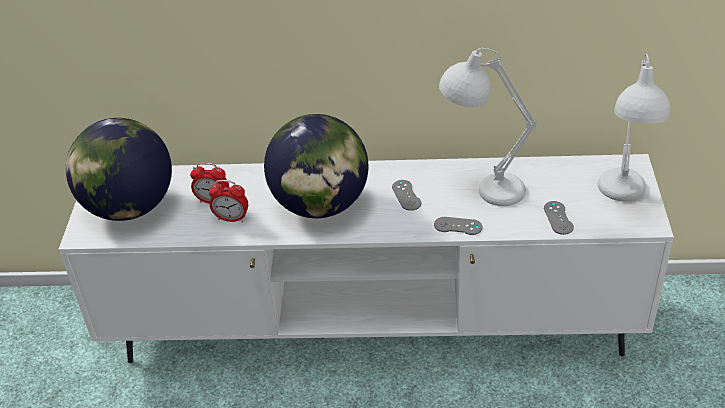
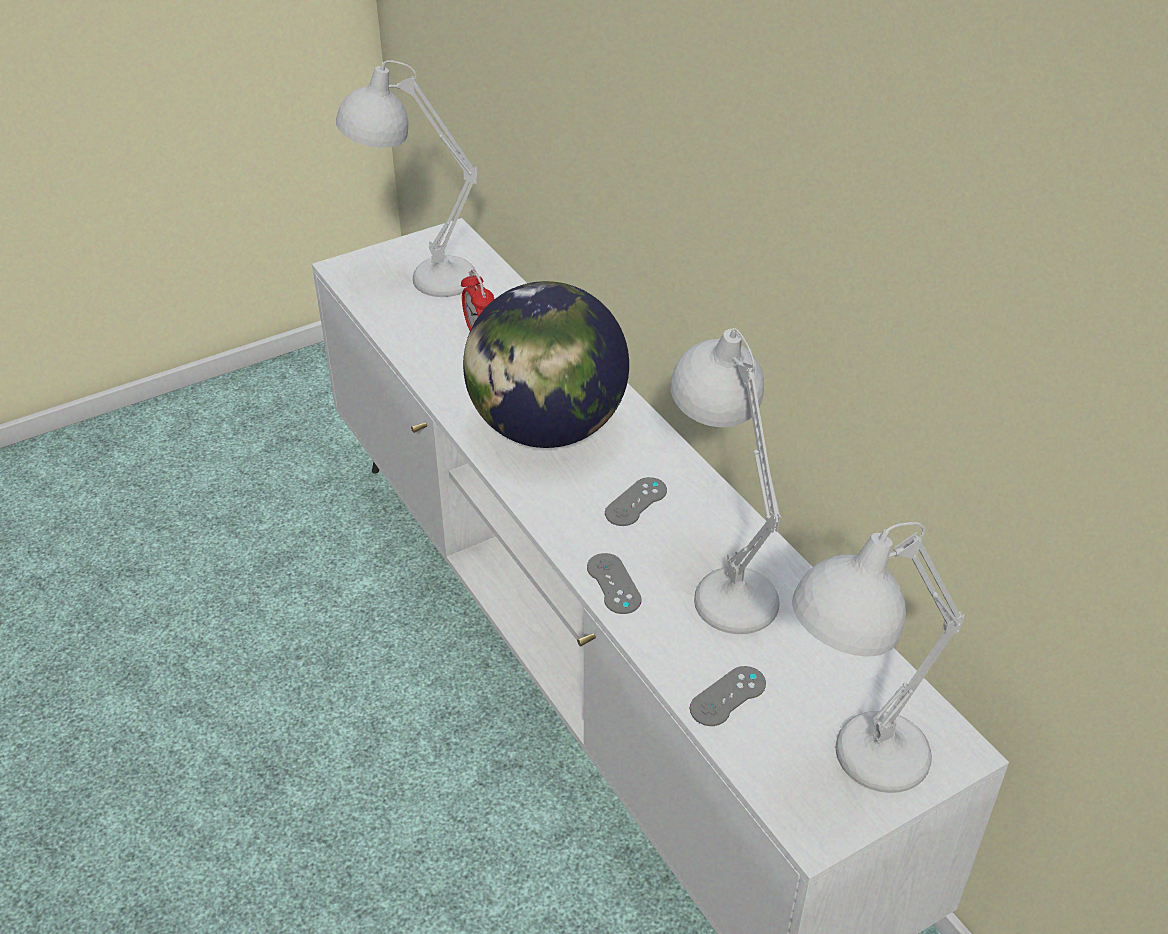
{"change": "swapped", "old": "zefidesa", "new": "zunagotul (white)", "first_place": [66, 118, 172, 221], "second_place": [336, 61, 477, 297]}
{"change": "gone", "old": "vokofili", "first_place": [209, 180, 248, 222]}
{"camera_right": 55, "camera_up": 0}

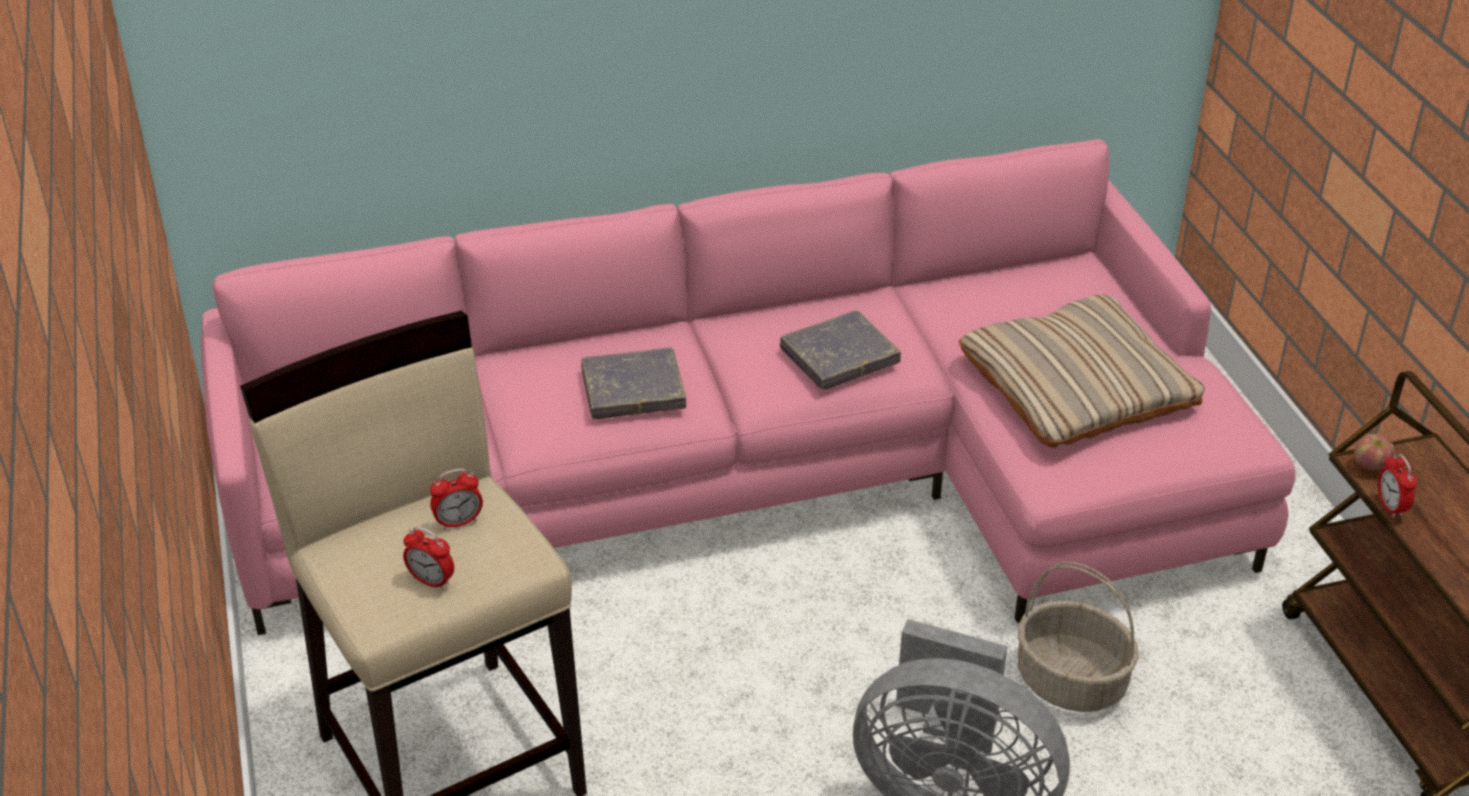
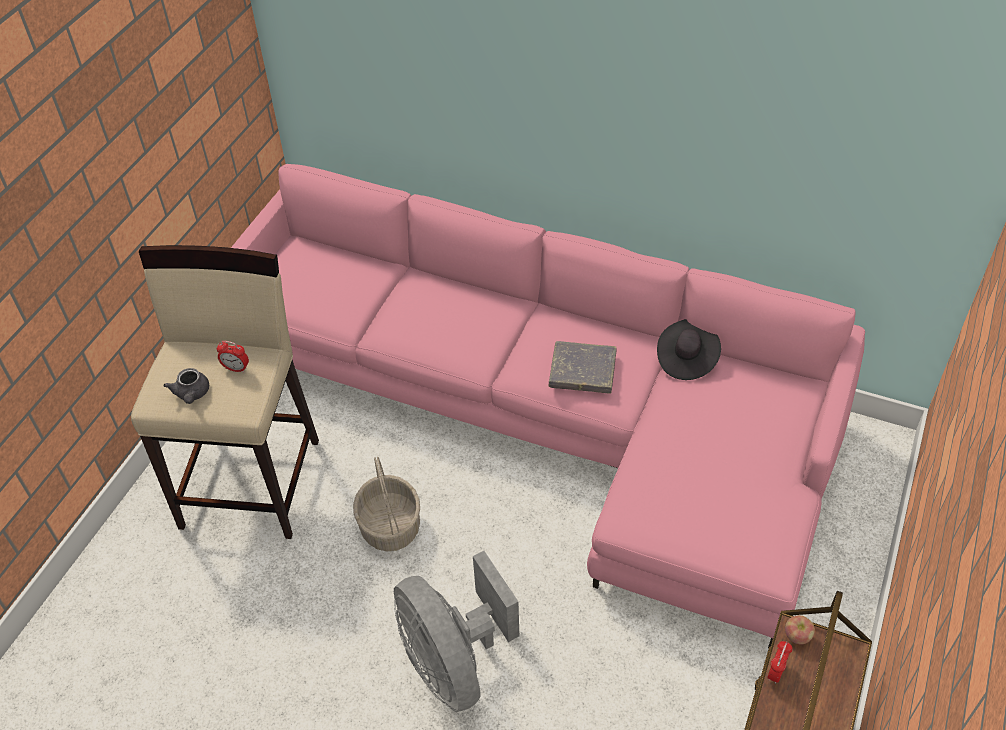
{"change": "swapped", "old": "vokofili", "new": "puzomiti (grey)", "first_place": [403, 527, 454, 590], "second_place": [163, 368, 209, 404]}
{"change": "shifted", "old": "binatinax", "first_place": [1017, 562, 1139, 712], "second_place": [353, 457, 420, 551]}
{"change": "new", "new": "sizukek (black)", "second_place": [657, 319, 721, 380]}
{"change": "gone", "old": "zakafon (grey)", "first_place": [581, 347, 686, 419]}
{"change": "gone", "old": "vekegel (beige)", "first_place": [959, 294, 1205, 448]}
{"camera_right": 40, "camera_up": 10}

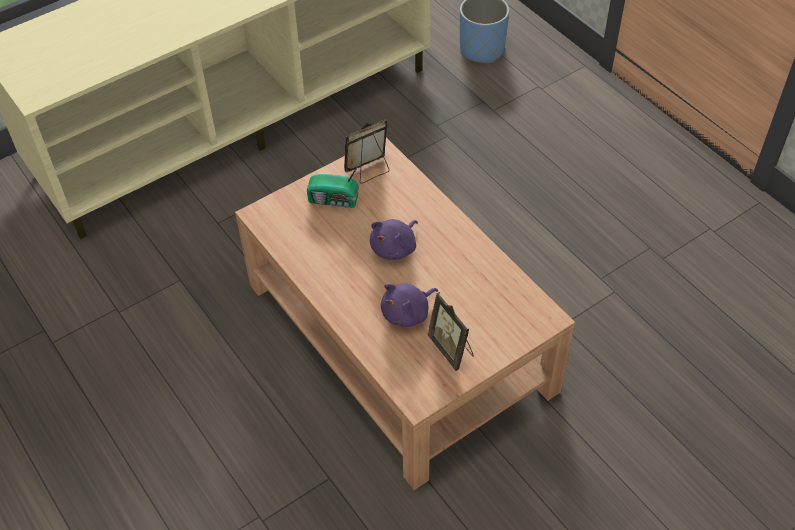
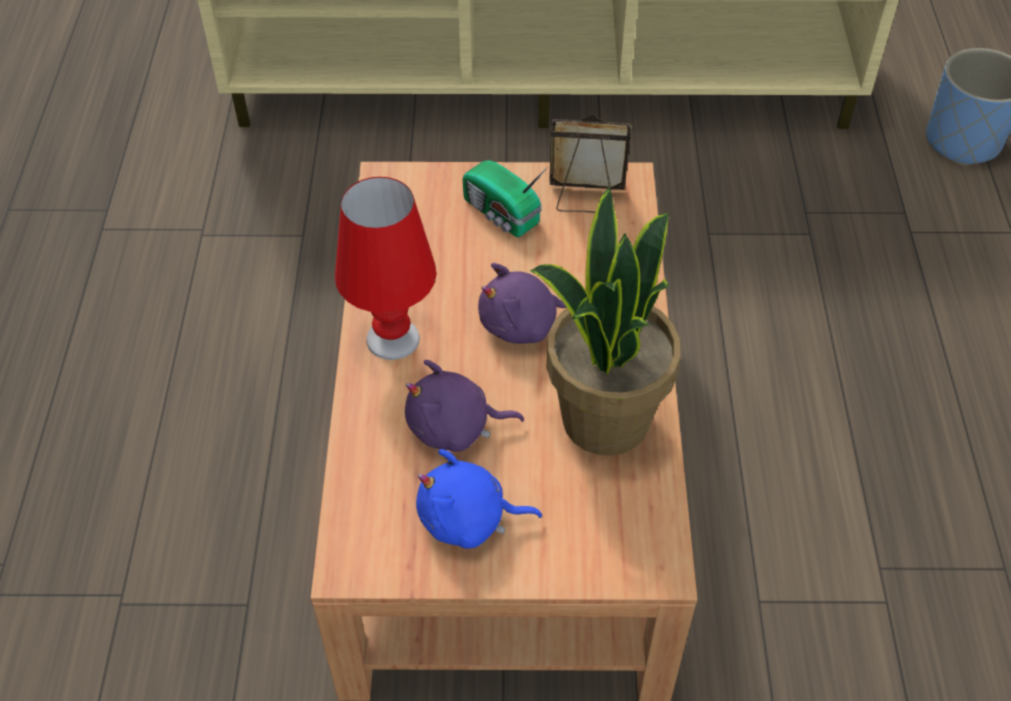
{"change": "new", "new": "zunagotul (red)", "second_place": [335, 177, 437, 360]}
{"change": "swapped", "old": "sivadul", "new": "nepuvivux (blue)", "first_place": [428, 292, 474, 371], "second_place": [416, 449, 542, 548]}
{"change": "new", "new": "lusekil", "second_place": [530, 187, 681, 456]}
{"camera_right": 35, "camera_up": 0}

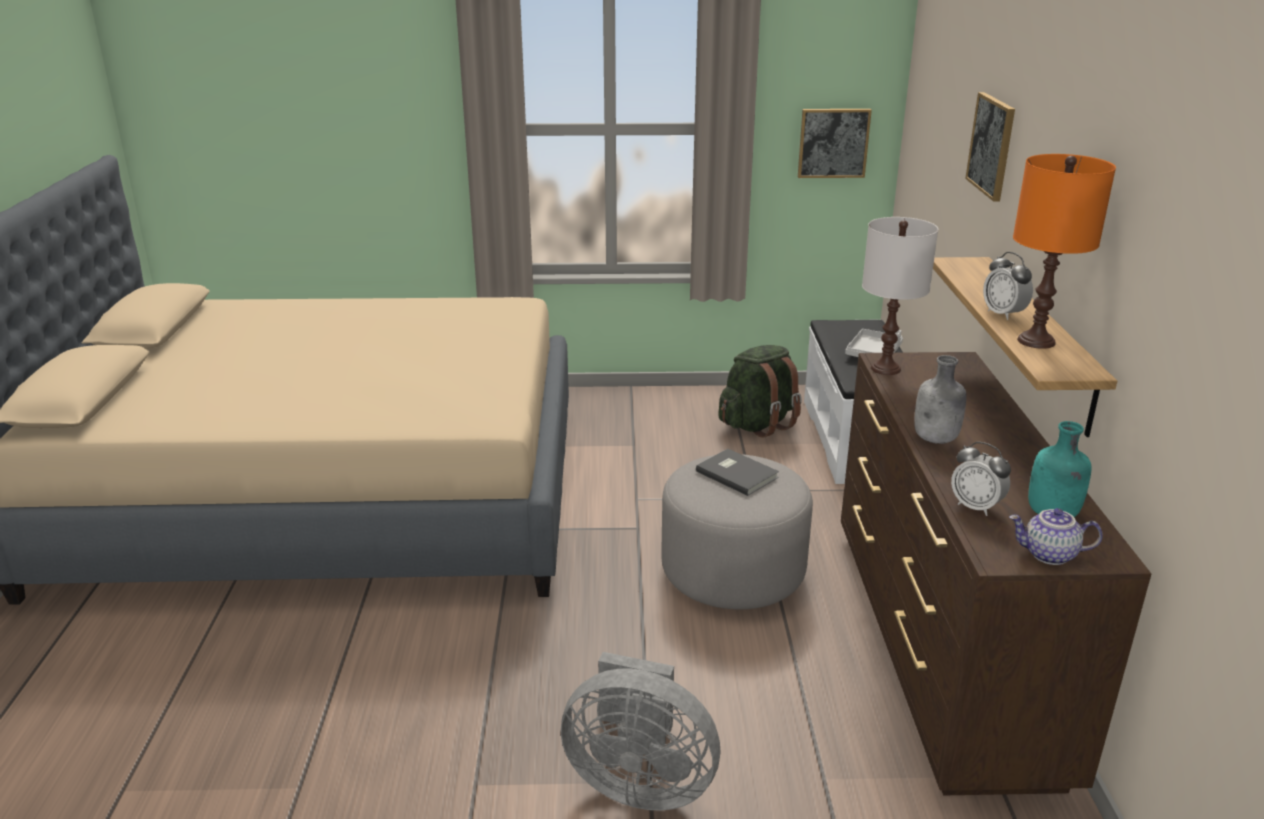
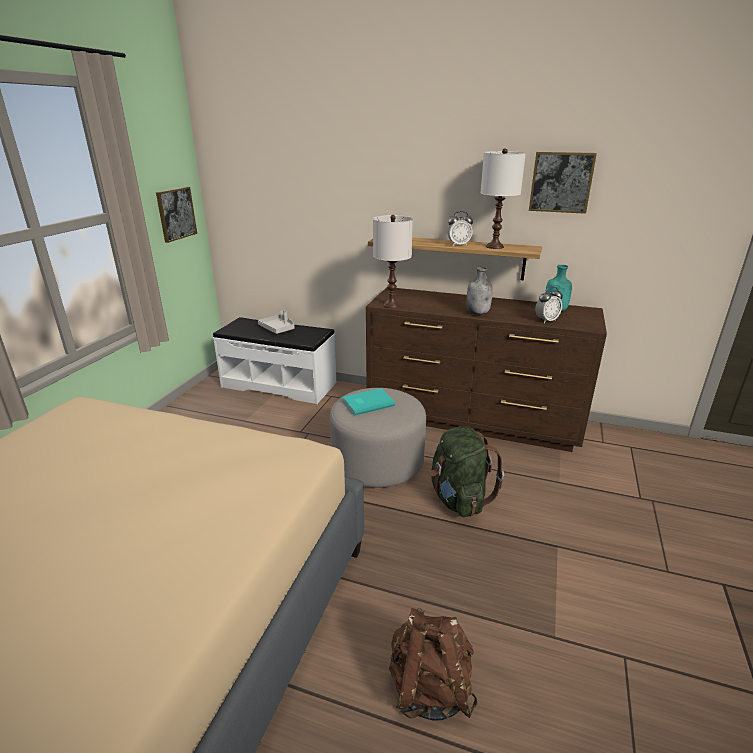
{"change": "repainted", "old": "zakafon (grey)", "new": "zakafon (turquoise)", "first_place": [696, 449, 779, 496], "second_place": [342, 388, 395, 416]}
{"change": "new", "new": "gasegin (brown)", "second_place": [389, 608, 478, 721]}
{"change": "shifted", "old": "gasegin (green)", "first_place": [718, 345, 802, 438], "second_place": [430, 426, 504, 517]}
{"change": "repainted", "old": "zunagotul (orange)", "new": "zunagotul (white)", "first_place": [1013, 154, 1116, 349], "second_place": [480, 148, 526, 249]}
{"change": "shifted", "old": "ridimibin", "first_place": [965, 92, 1015, 202], "second_place": [529, 152, 597, 214]}
{"change": "gone", "old": "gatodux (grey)", "first_place": [561, 652, 720, 811]}
{"change": "gone", "old": "puzomiti", "first_place": [1009, 508, 1103, 565]}
{"camera_right": -70, "camera_up": 0}

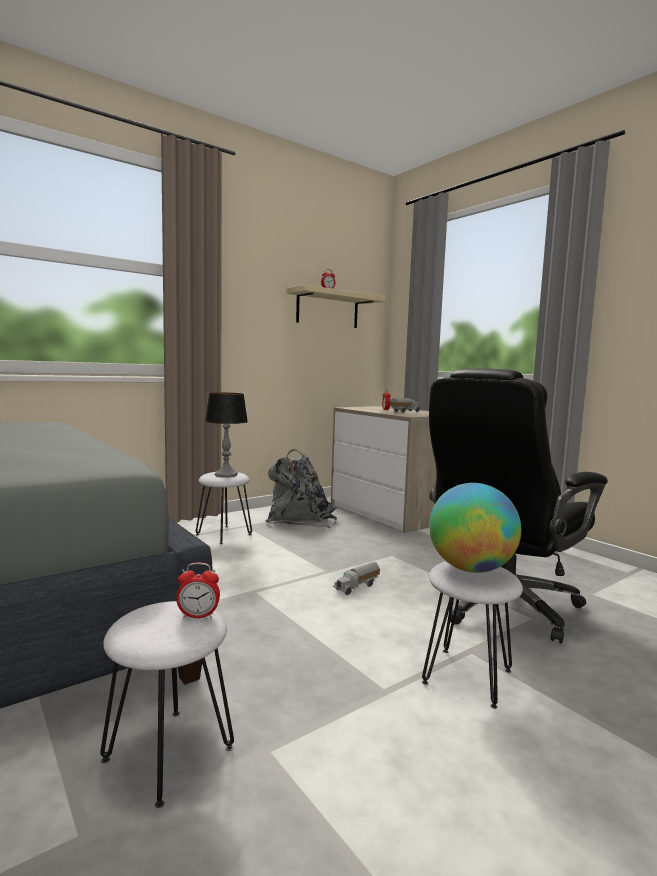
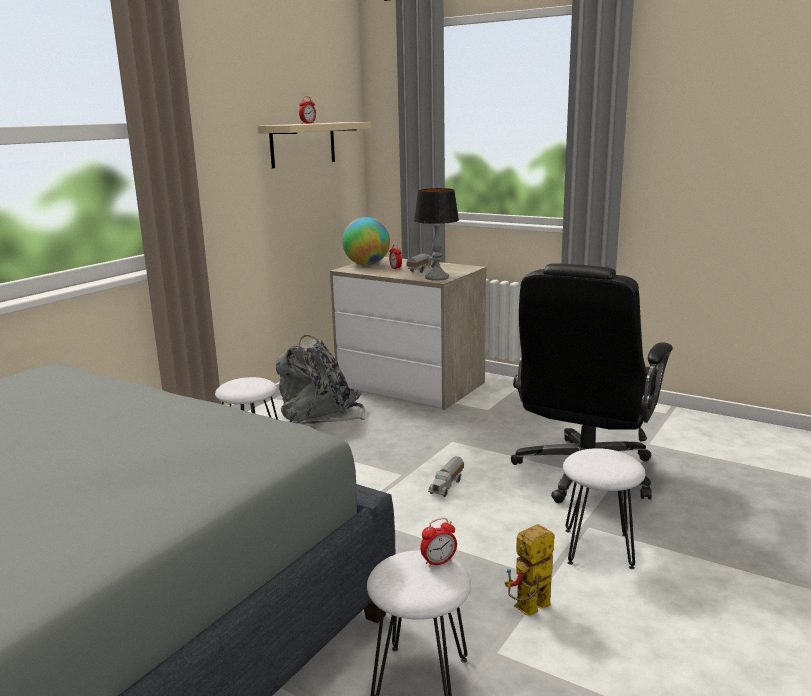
{"change": "shifted", "old": "zefidesa", "first_place": [429, 483, 521, 573], "second_place": [342, 217, 390, 265]}
{"change": "shifted", "old": "zunagotul", "first_place": [205, 392, 248, 478], "second_place": [414, 188, 459, 281]}
{"change": "new", "new": "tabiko", "second_place": [505, 524, 555, 616]}
{"camera_right": -20, "camera_up": 10}

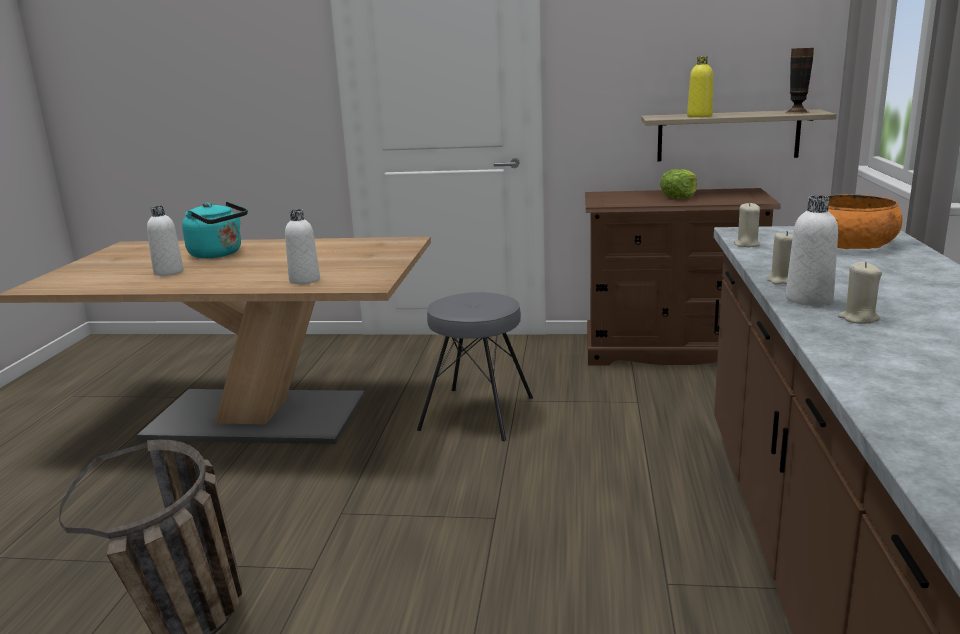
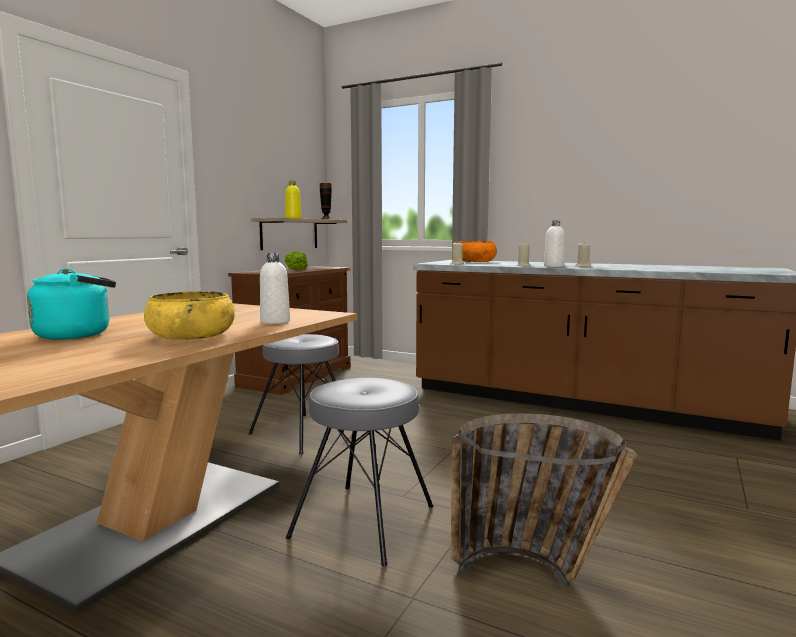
{"change": "new", "new": "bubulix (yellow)", "second_place": [144, 291, 235, 340]}
{"change": "new", "new": "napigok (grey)", "second_place": [286, 378, 434, 566]}
{"change": "gone", "old": "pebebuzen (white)", "first_place": [147, 206, 184, 276]}
{"camera_right": -70, "camera_up": -10}

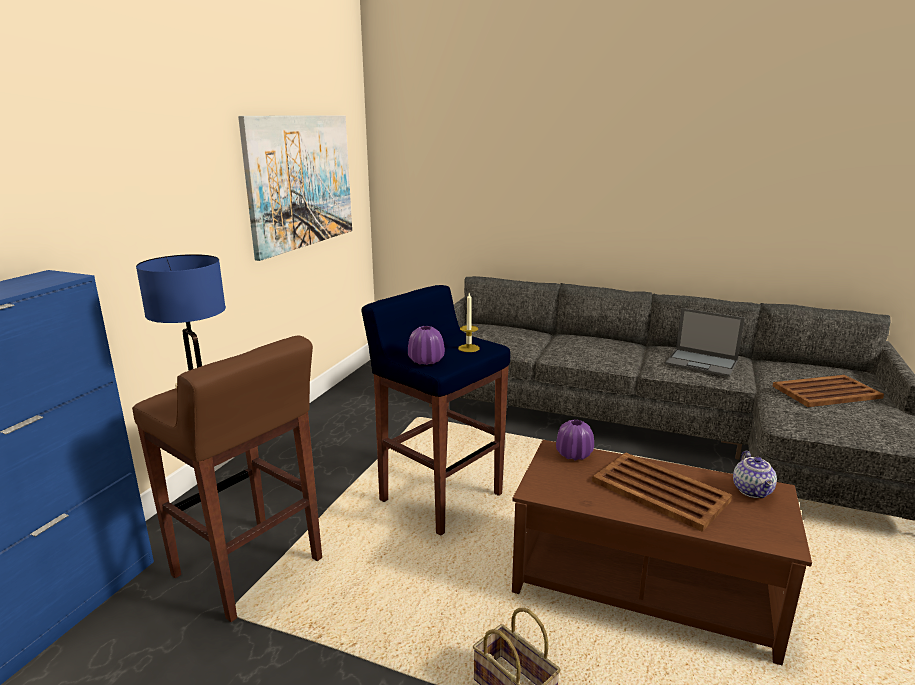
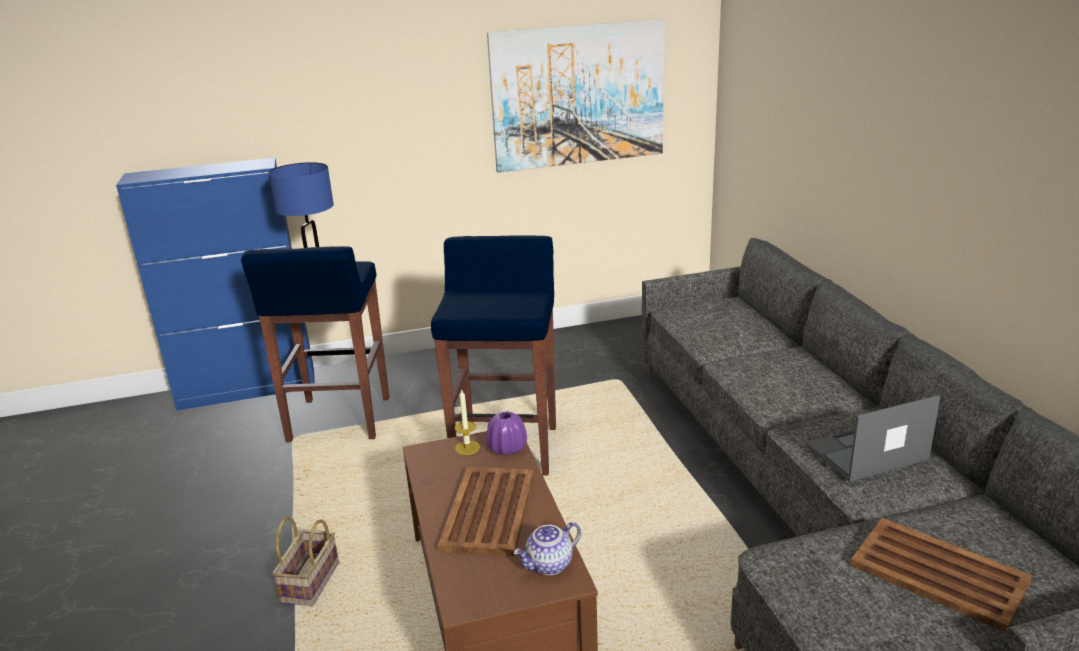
{"change": "repainted", "old": "napigok (brown)", "new": "napigok (blue)", "first_place": [132, 335, 322, 622], "second_place": [241, 246, 389, 442]}
{"change": "shifted", "old": "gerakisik", "first_place": [458, 293, 480, 352], "second_place": [455, 389, 480, 455]}
{"change": "rotated", "old": "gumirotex", "first_place": [665, 308, 745, 377], "second_place": [806, 395, 941, 482], "degrees": 75}
{"change": "gone", "old": "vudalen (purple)", "first_place": [408, 326, 445, 365]}
{"camera_right": 55, "camera_up": 5}

